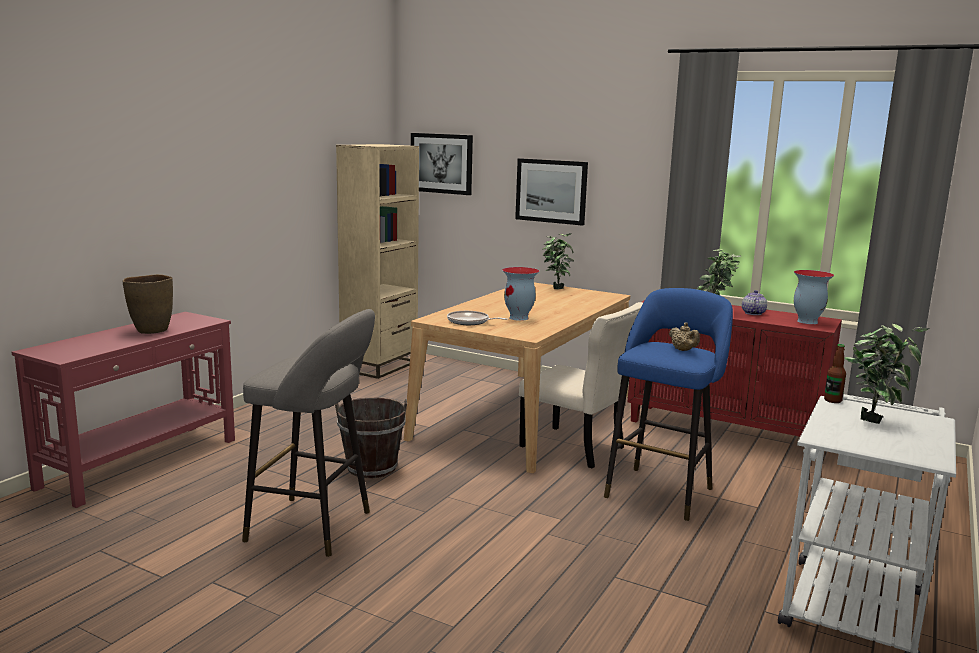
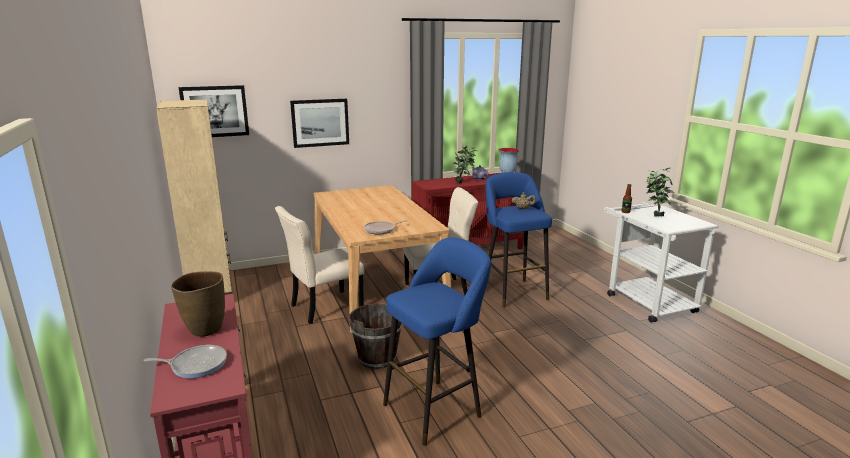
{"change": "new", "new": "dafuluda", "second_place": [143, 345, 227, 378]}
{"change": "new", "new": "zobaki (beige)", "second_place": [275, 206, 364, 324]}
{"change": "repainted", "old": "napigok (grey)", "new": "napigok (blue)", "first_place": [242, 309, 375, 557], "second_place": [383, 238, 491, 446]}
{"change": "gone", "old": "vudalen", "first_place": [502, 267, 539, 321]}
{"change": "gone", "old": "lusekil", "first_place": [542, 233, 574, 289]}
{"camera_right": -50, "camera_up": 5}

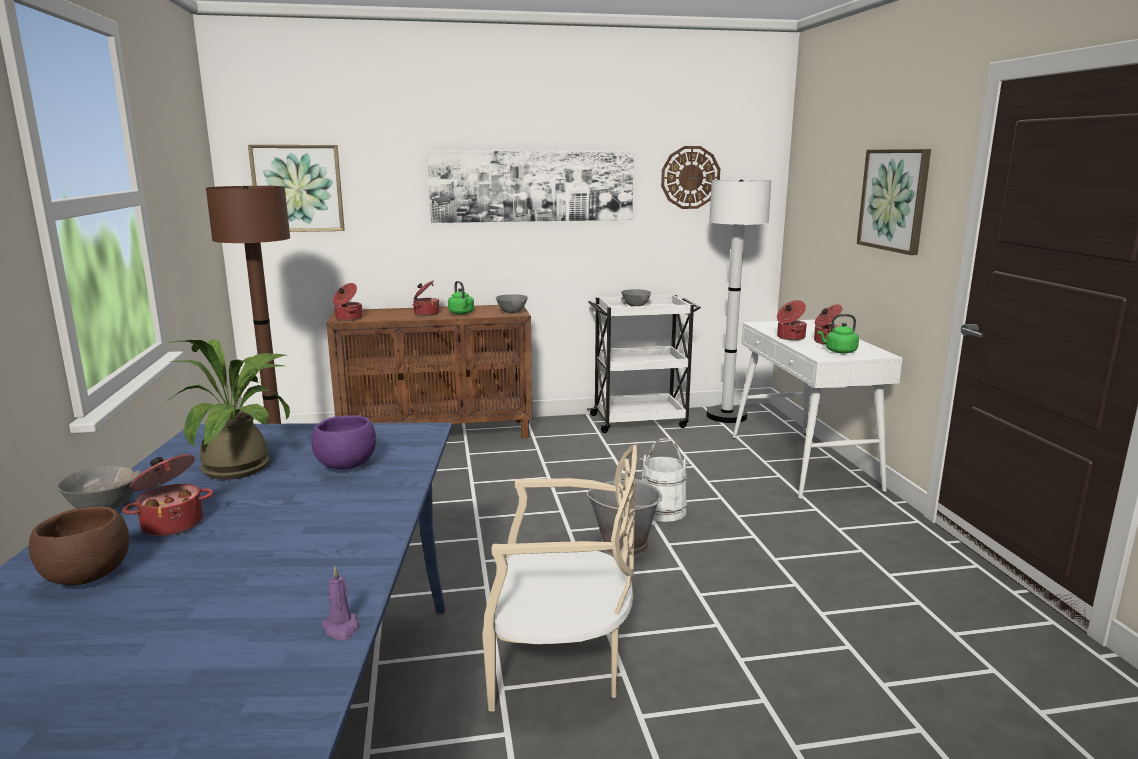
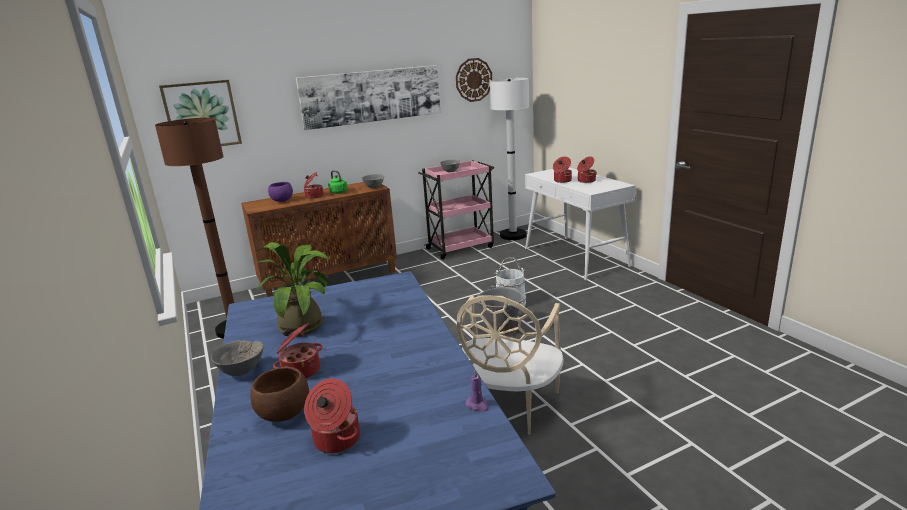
{"change": "shifted", "old": "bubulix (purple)", "first_place": [311, 415, 376, 470], "second_place": [268, 182, 293, 202]}
{"change": "shifted", "old": "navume", "first_place": [333, 283, 363, 321], "second_place": [304, 378, 360, 454]}
{"change": "repainted", "old": "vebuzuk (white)", "new": "vebuzuk (pink)", "first_place": [587, 295, 701, 433], "second_place": [418, 160, 495, 260]}
{"change": "rotated", "old": "zobaki (beige)", "first_place": [482, 445, 637, 712], "second_place": [457, 295, 564, 435], "degrees": 120}
{"change": "gone", "old": "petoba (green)", "first_place": [818, 314, 859, 354]}
{"change": "gone", "old": "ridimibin", "first_place": [857, 149, 931, 255]}
{"camera_right": -15, "camera_up": 5}

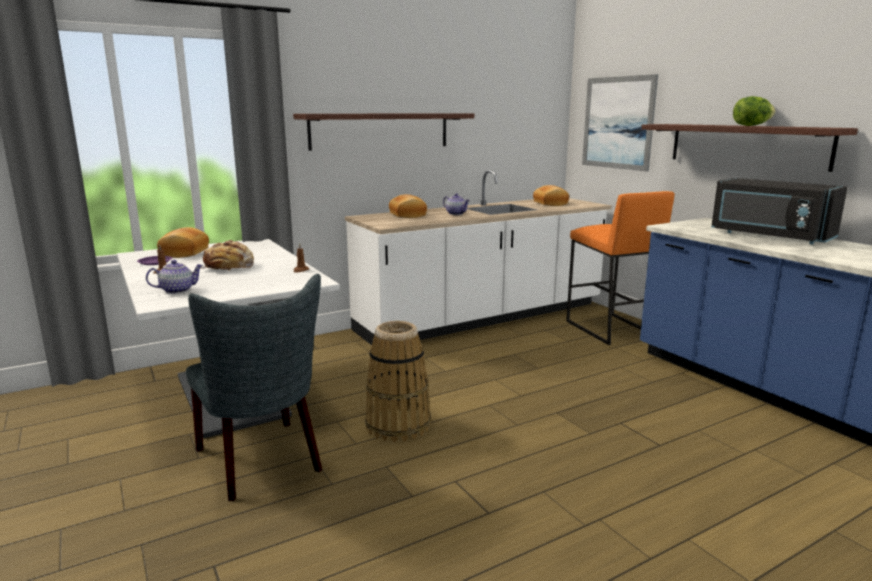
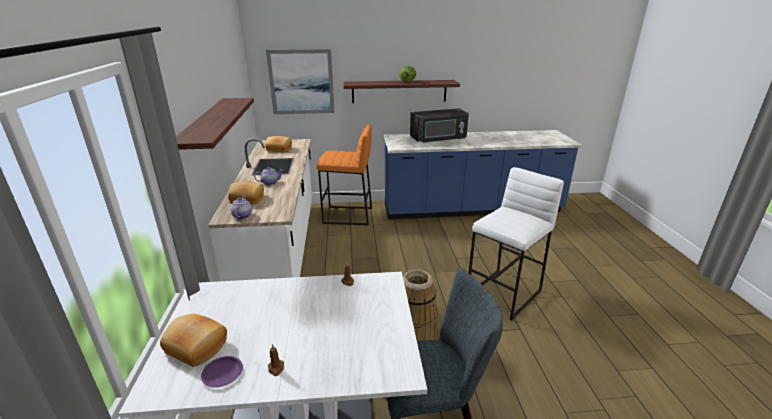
{"change": "shifted", "old": "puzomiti", "first_place": [146, 260, 203, 294], "second_place": [230, 196, 252, 219]}
{"change": "new", "new": "napigok (white)", "second_place": [469, 167, 564, 320]}
{"change": "gone", "old": "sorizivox", "first_place": [200, 240, 254, 271]}
{"camera_right": -65, "camera_up": 10}

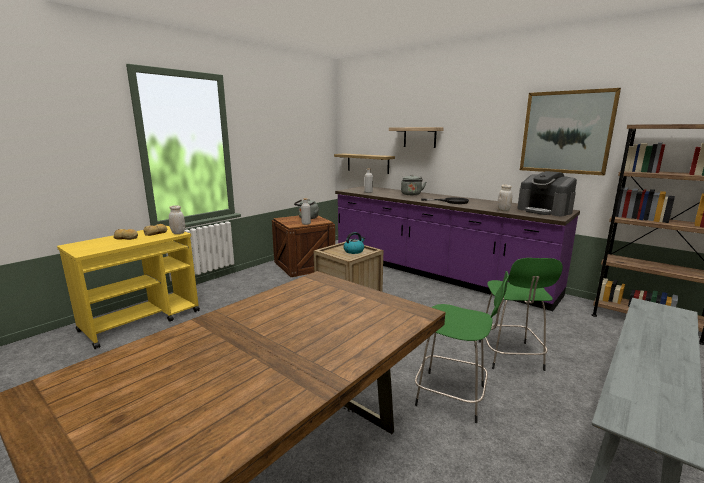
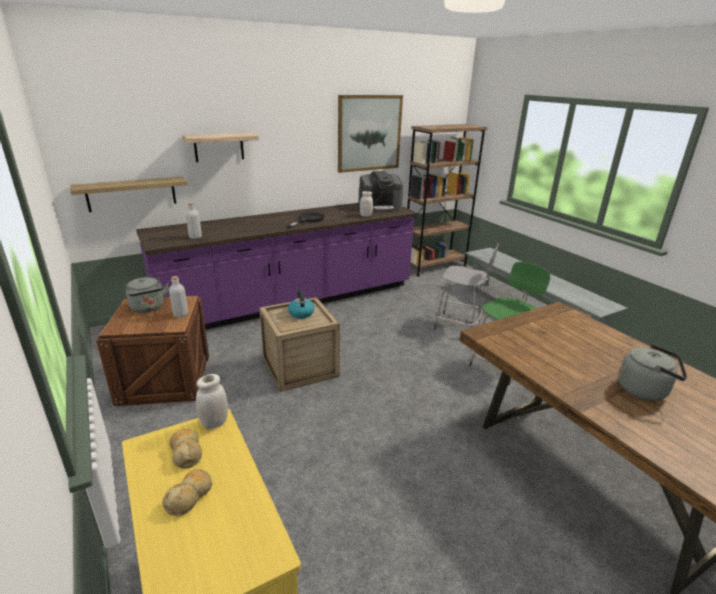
{"change": "repainted", "old": "napigok (green)", "new": "napigok (grey)", "first_place": [479, 258, 563, 371], "second_place": [434, 243, 498, 330]}
{"change": "shifted", "old": "petoba (grey)", "first_place": [401, 175, 426, 195], "second_place": [618, 344, 687, 401]}
{"camera_right": -70, "camera_up": 10}

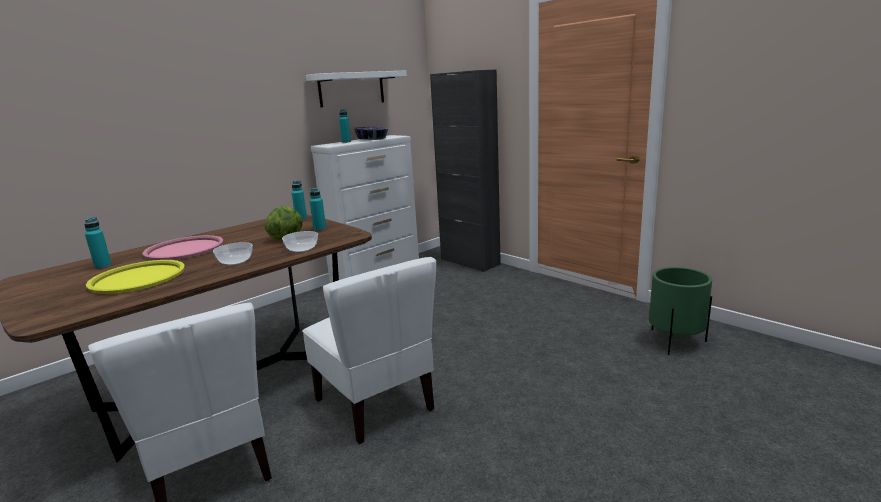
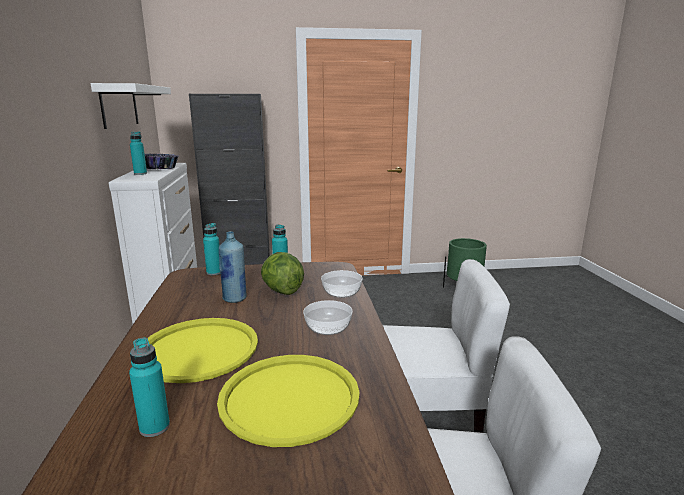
{"change": "repainted", "old": "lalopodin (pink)", "new": "lalopodin (yellow)", "first_place": [143, 235, 224, 260], "second_place": [147, 318, 258, 383]}
{"change": "new", "new": "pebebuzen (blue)", "second_place": [219, 231, 247, 303]}
{"camera_right": -55, "camera_up": 0}

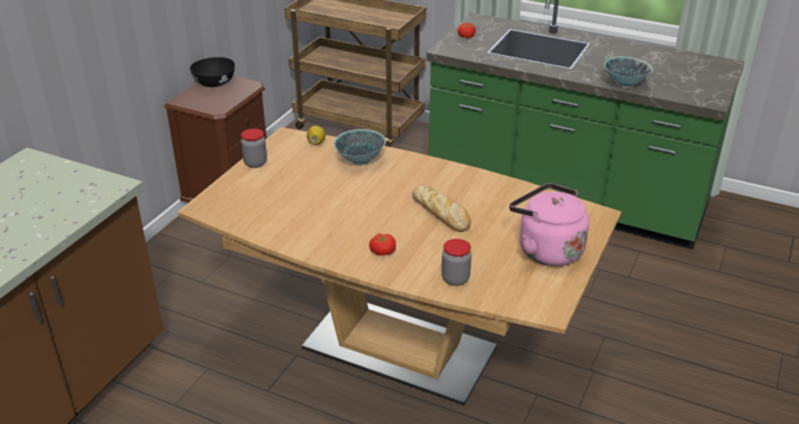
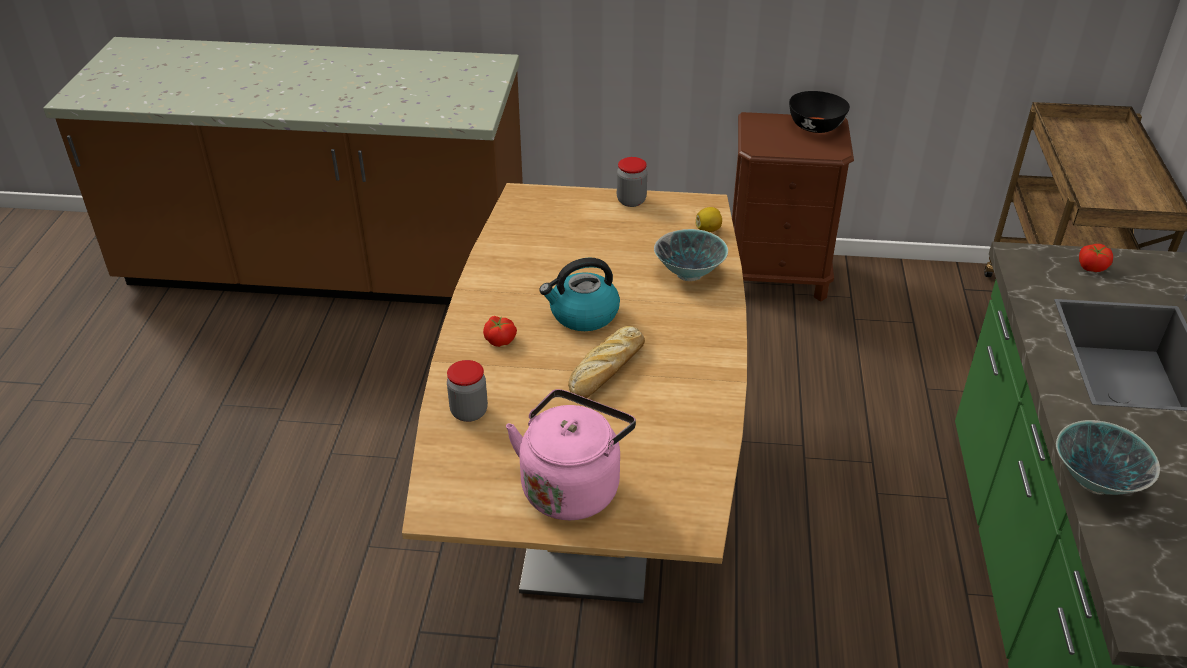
{"change": "new", "new": "petoba", "second_place": [539, 258, 620, 331]}
{"camera_right": 70, "camera_up": 5}

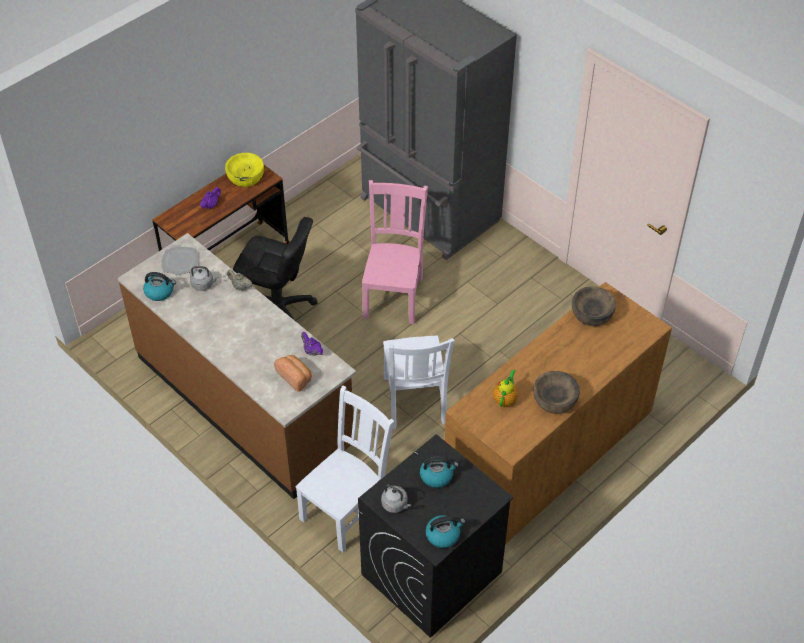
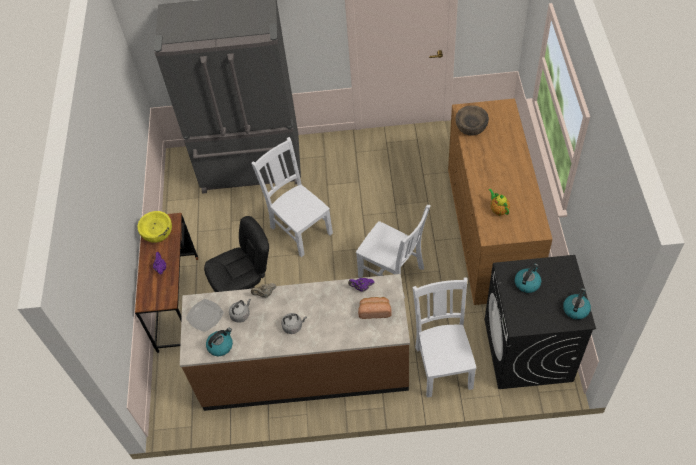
{"change": "repainted", "old": "zobaki (pink)", "new": "zobaki (white)", "first_place": [362, 180, 428, 324], "second_place": [251, 137, 333, 257]}
{"change": "shifted", "old": "petoba (grey)", "first_place": [381, 484, 411, 513], "second_place": [281, 313, 307, 334]}
{"change": "gone", "old": "bubulix (brown)", "first_place": [533, 371, 580, 414]}
{"camera_right": -45, "camera_up": 5}

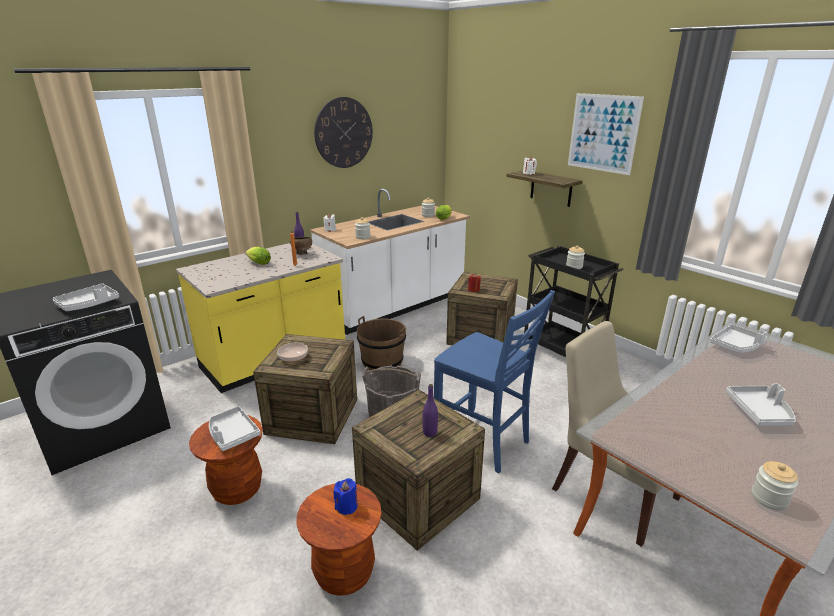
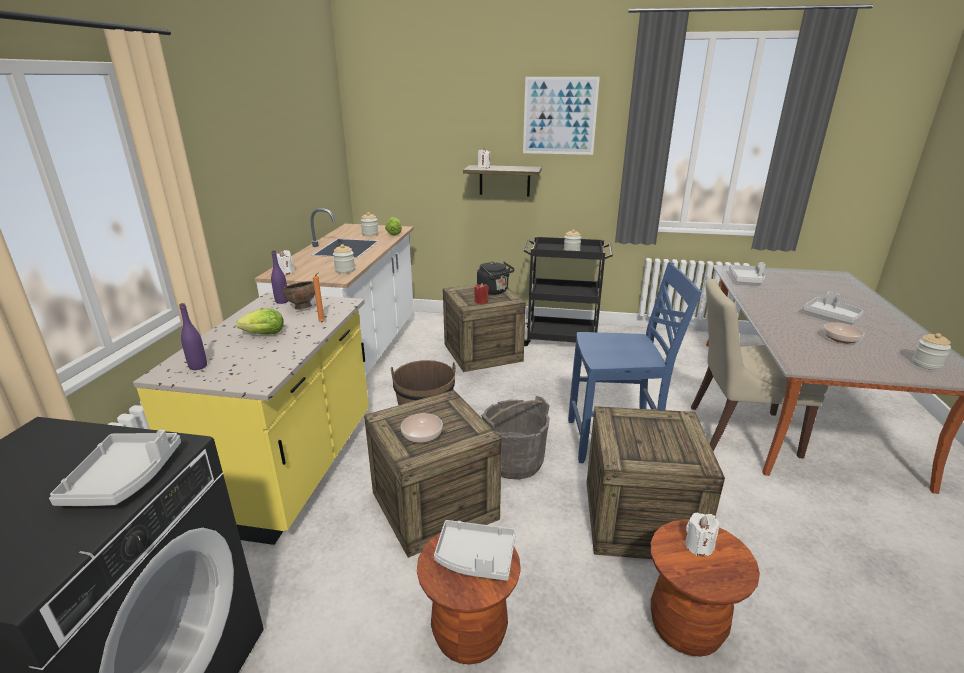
{"change": "shifted", "old": "pebebuzen (purple)", "first_place": [423, 384, 438, 437], "second_place": [179, 303, 207, 370]}
{"change": "new", "new": "petoba (black)", "second_place": [477, 261, 515, 295]}
{"change": "repainted", "old": "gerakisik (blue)", "new": "gerakisik (white)", "first_place": [334, 478, 358, 515], "second_place": [685, 513, 719, 556]}
{"change": "new", "new": "bubulix", "second_place": [824, 322, 865, 344]}
{"change": "gone", "old": "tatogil", "first_place": [314, 97, 373, 168]}
{"camera_right": -40, "camera_up": 0}

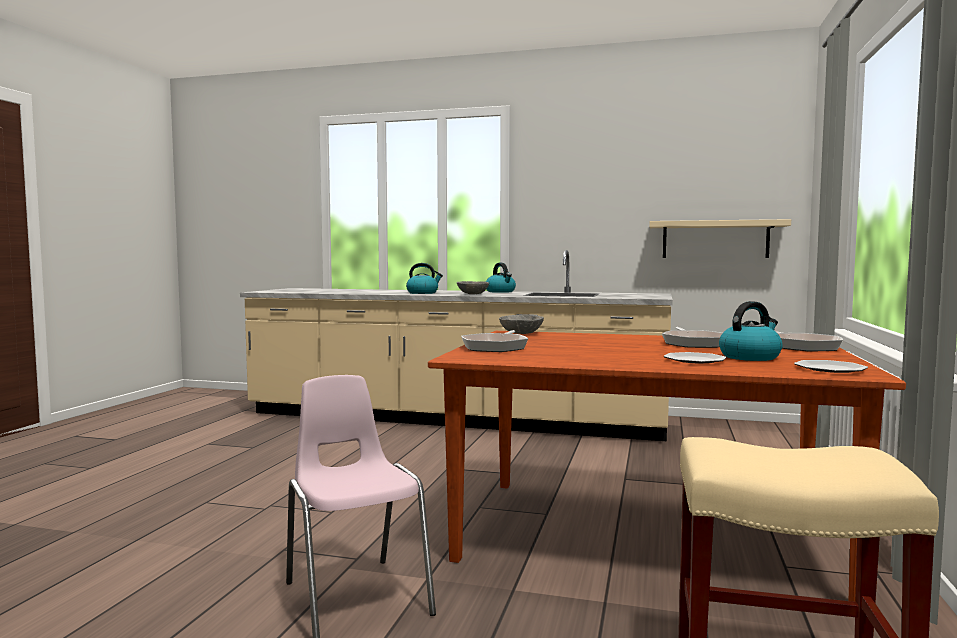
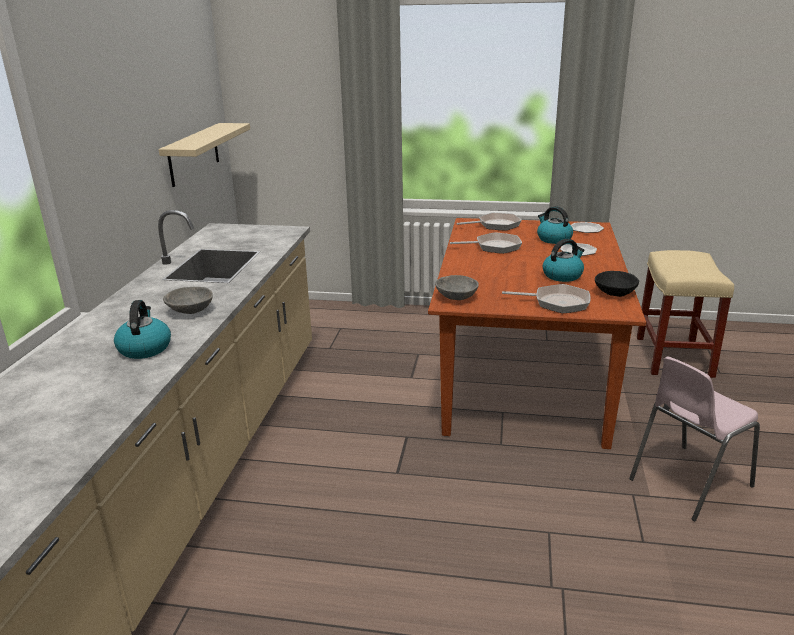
{"change": "shifted", "old": "petoba", "first_place": [486, 263, 516, 293], "second_place": [543, 239, 584, 282]}
{"change": "new", "new": "bubulix (black)", "second_place": [595, 271, 639, 297]}
{"camera_right": -95, "camera_up": 20}

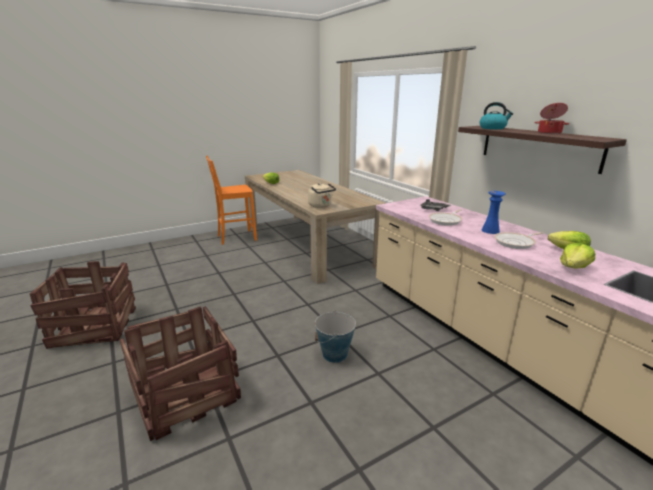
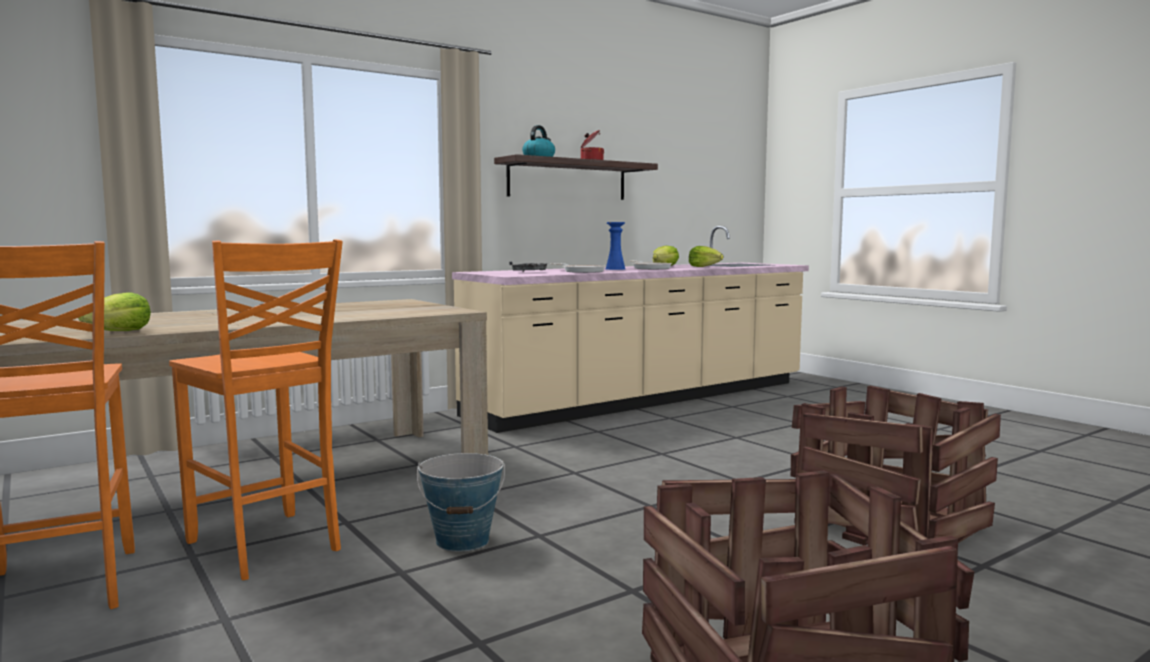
{"change": "new", "new": "zobaki (orange)", "second_place": [169, 240, 343, 580]}
{"change": "shifted", "old": "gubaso", "first_place": [315, 310, 356, 363], "second_place": [417, 453, 505, 552]}
{"change": "gone", "old": "petoba (beige)", "first_place": [308, 183, 336, 208]}
{"camera_right": -95, "camera_up": -15}

